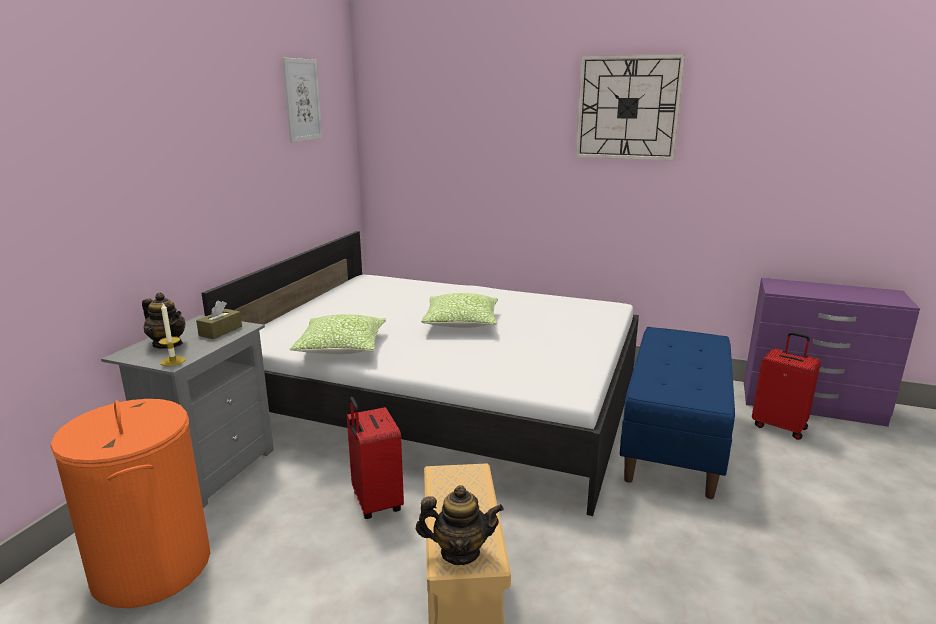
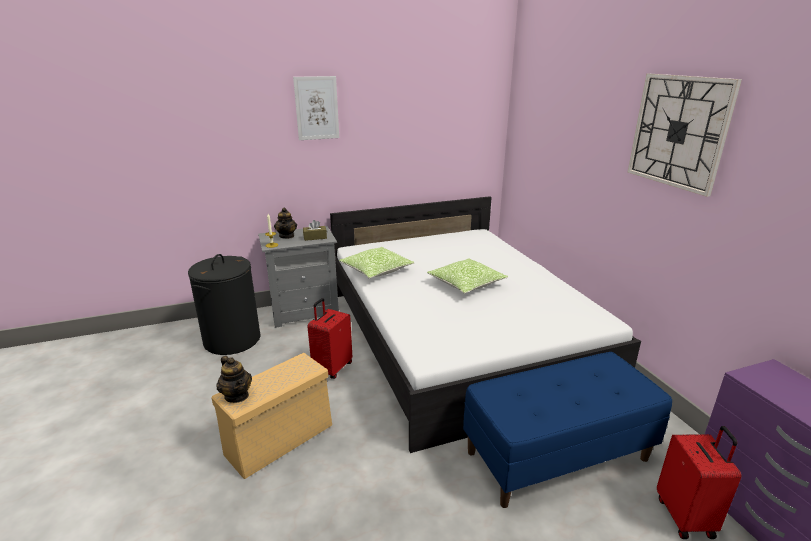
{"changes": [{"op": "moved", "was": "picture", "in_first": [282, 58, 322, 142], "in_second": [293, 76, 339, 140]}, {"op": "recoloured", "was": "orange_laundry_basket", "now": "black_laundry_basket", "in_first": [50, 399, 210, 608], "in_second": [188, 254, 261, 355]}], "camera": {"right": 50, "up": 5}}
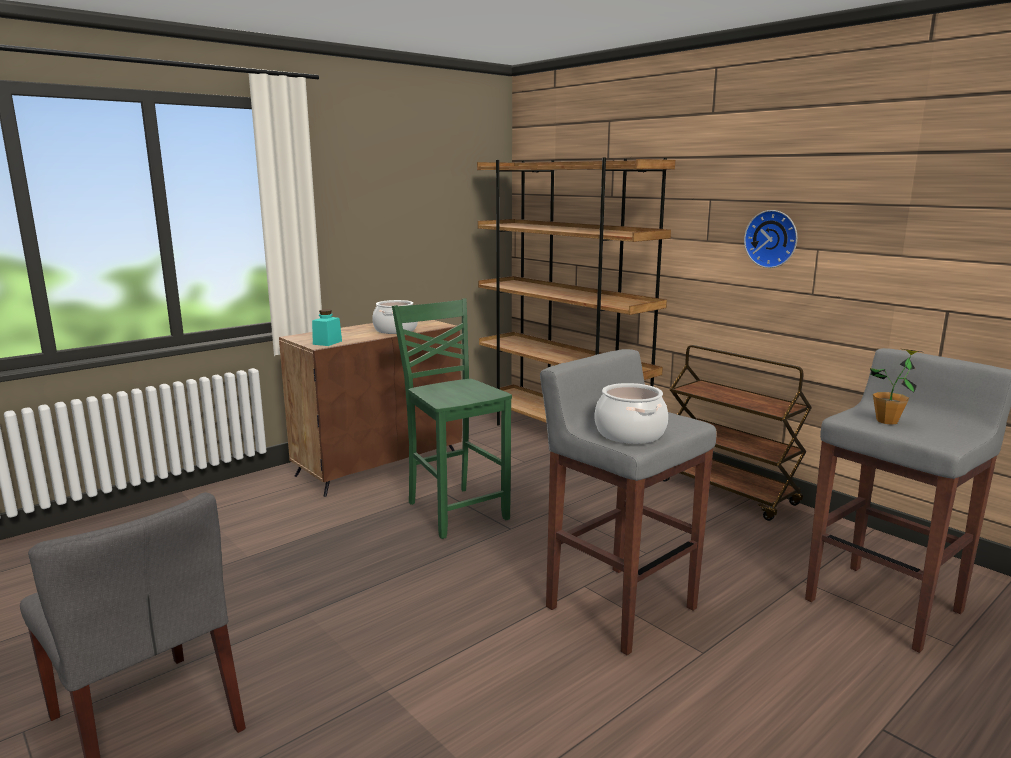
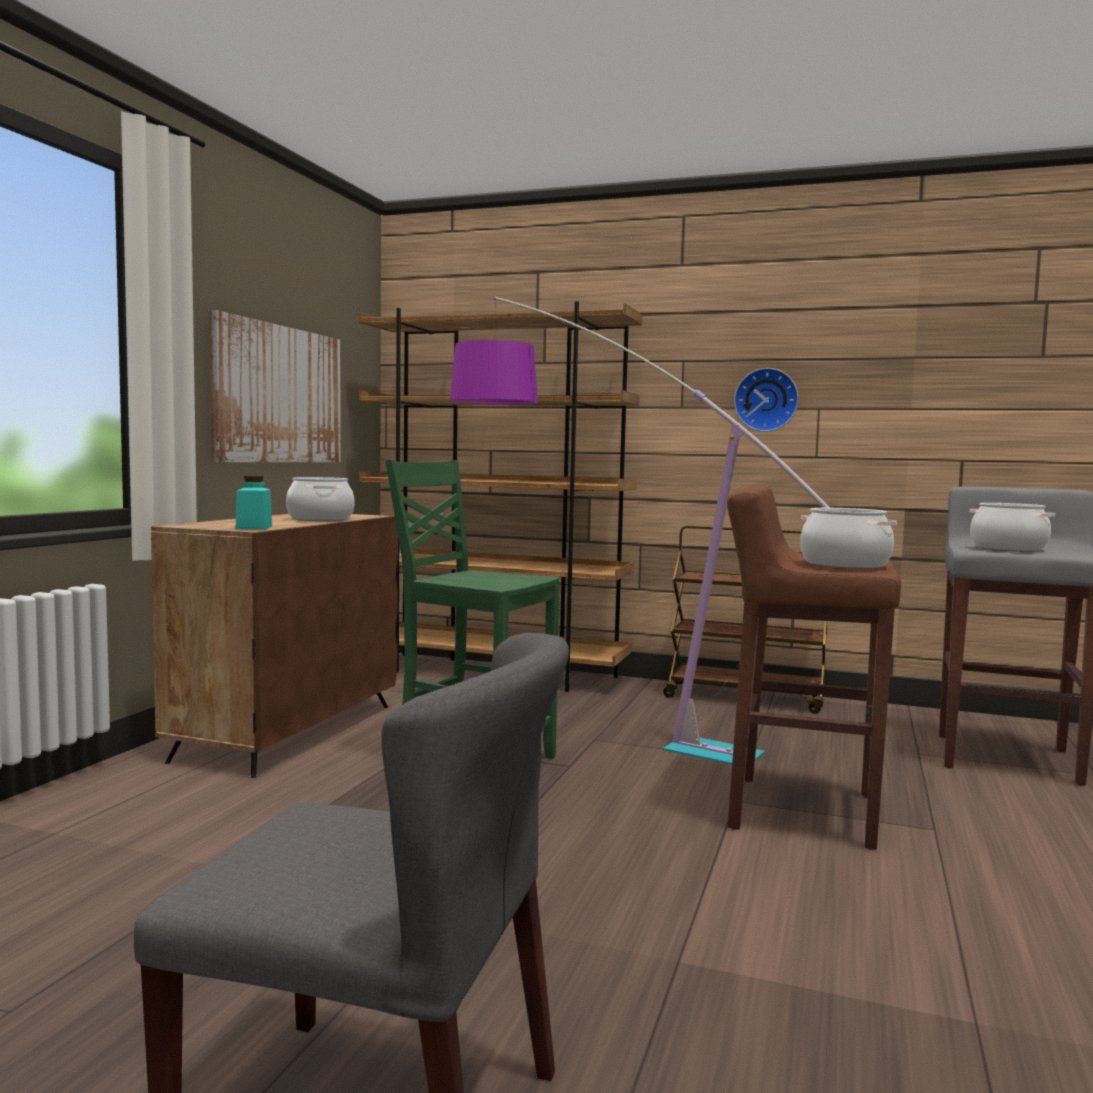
{"changes": [{"op": "added", "now": "picture", "in_second": [209, 310, 340, 462]}, {"op": "added", "now": "floor_lamp", "in_second": [450, 297, 830, 765]}, {"op": "replaced", "was": "potted_plant", "now": "cooking_pot", "in_first": [870, 349, 921, 425], "in_second": [969, 503, 1055, 552]}, {"op": "recoloured", "was": "grey_stool", "now": "brown_stool", "in_first": [540, 349, 717, 655], "in_second": [727, 486, 901, 850]}], "camera": {"right": -30, "up": -10}}
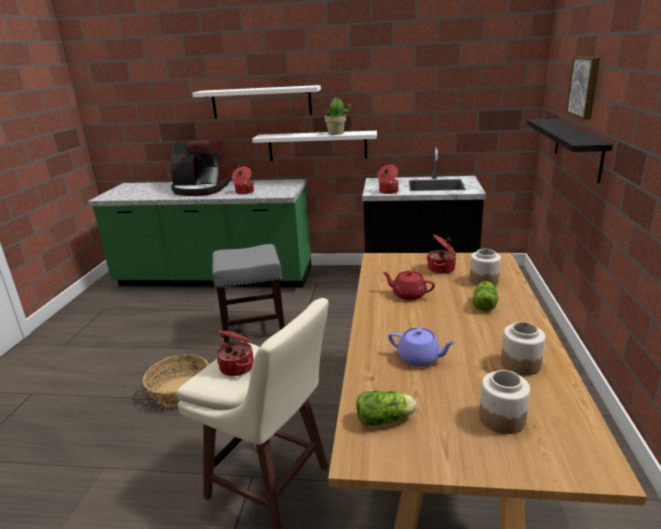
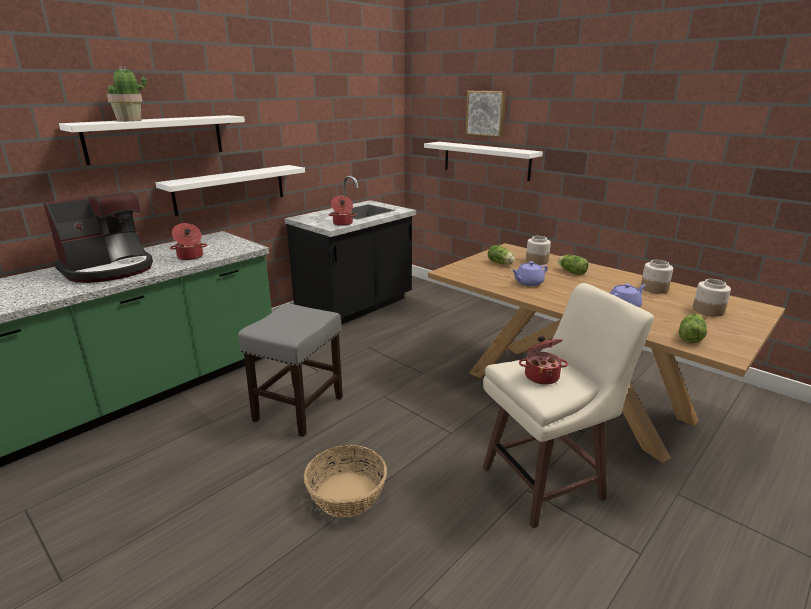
{"changes": [{"op": "moved", "was": "potted_plant", "in_first": [325, 97, 351, 135], "in_second": [107, 66, 147, 122]}, {"op": "replaced", "was": "cooking_pot", "now": "lettuce", "in_first": [427, 234, 456, 274], "in_second": [487, 245, 515, 264]}, {"op": "recoloured", "was": "red_teapot", "now": "purple_teapot", "in_first": [382, 270, 435, 300], "in_second": [512, 261, 548, 286]}, {"op": "recoloured", "was": "black_shelf", "now": "white_shelf", "in_first": [527, 119, 613, 183], "in_second": [424, 142, 543, 181]}], "camera": {"right": -55, "up": 0}}
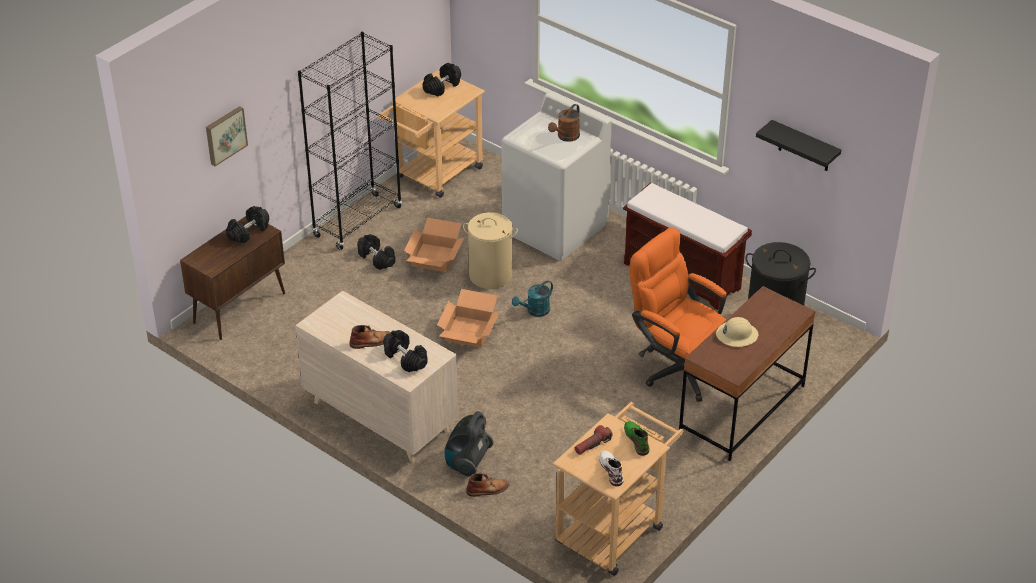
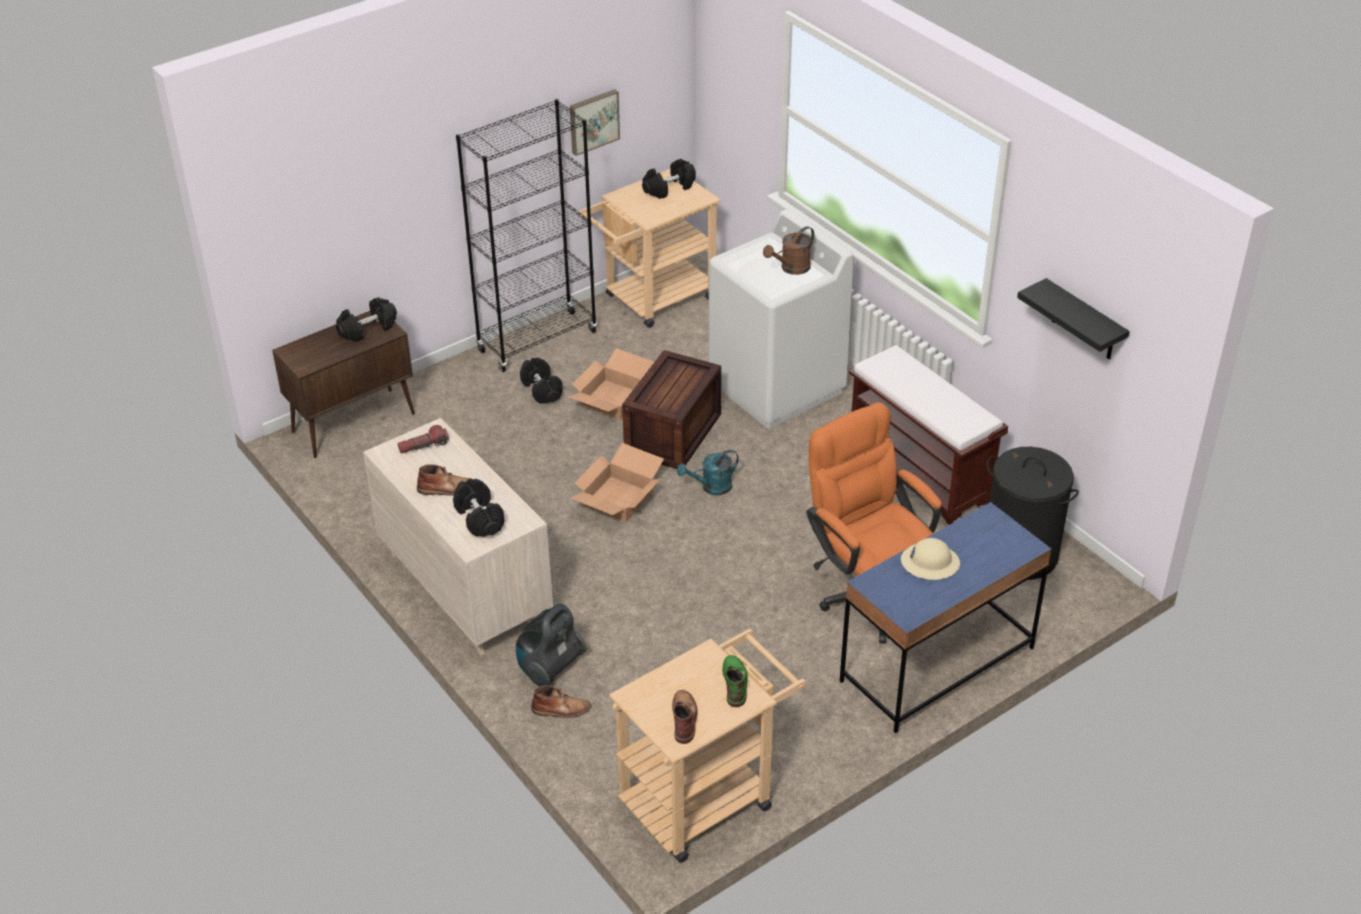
{"changes": [{"op": "moved", "was": "picture", "in_first": [206, 106, 248, 166], "in_second": [570, 89, 620, 156]}, {"op": "moved", "was": "flashlight", "in_first": [574, 425, 612, 455], "in_second": [398, 425, 449, 454]}, {"op": "replaced", "was": "beige_laundry_basket", "now": "crate", "in_first": [463, 212, 518, 289], "in_second": [622, 350, 721, 469]}, {"op": "recoloured", "was": "white_boot", "now": "brown_boot", "in_first": [599, 451, 624, 486], "in_second": [672, 690, 698, 744]}, {"op": "recoloured", "was": "brown_desk", "now": "blue_desk", "in_first": [679, 286, 816, 461], "in_second": [840, 502, 1052, 733]}], "camera": {"right": 15, "up": 0}}
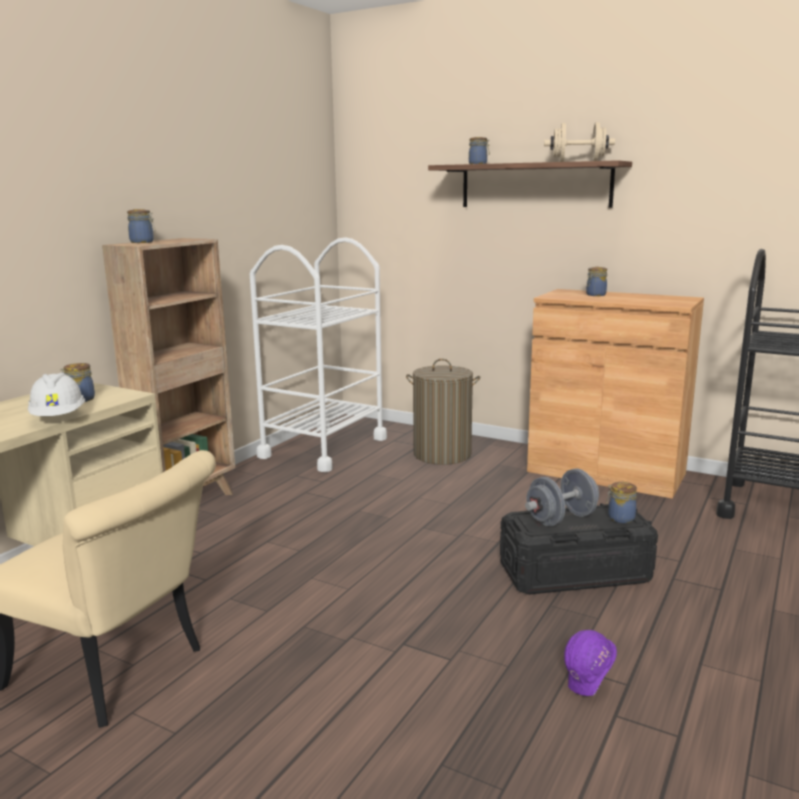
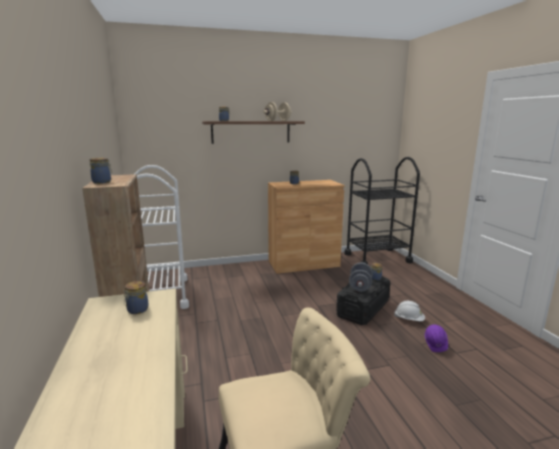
{"changes": [{"op": "removed", "was": "laundry_basket", "in_first": [406, 359, 480, 465]}, {"op": "moved", "was": "white_hard_hat", "in_first": [28, 372, 85, 416], "in_second": [394, 301, 425, 321]}], "camera": {"right": -45, "up": 0}}
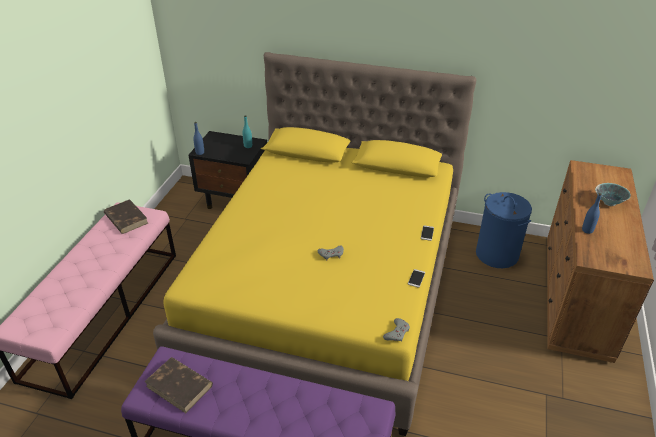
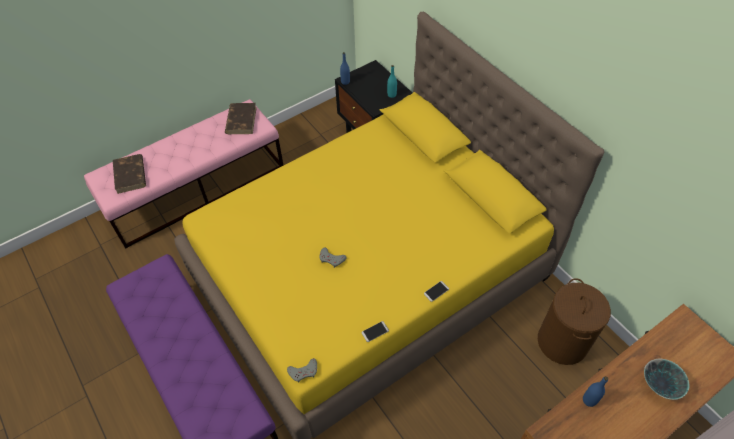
{"changes": [{"op": "moved", "was": "brown_book", "in_first": [144, 357, 213, 413], "in_second": [113, 154, 146, 194]}, {"op": "recoloured", "was": "blue_laundry_basket", "now": "brown_laundry_basket", "in_first": [476, 192, 532, 268], "in_second": [538, 278, 611, 365]}], "camera": {"right": 40, "up": 15}}
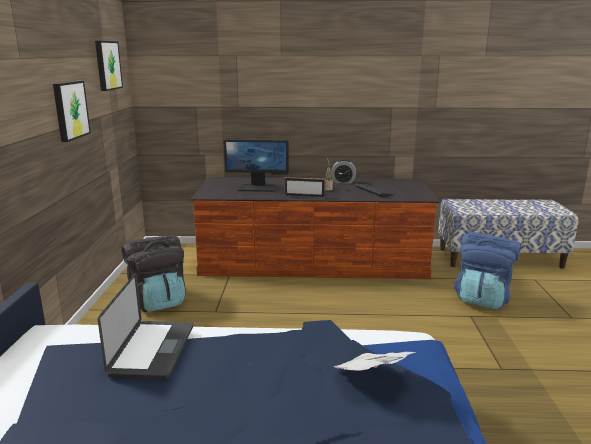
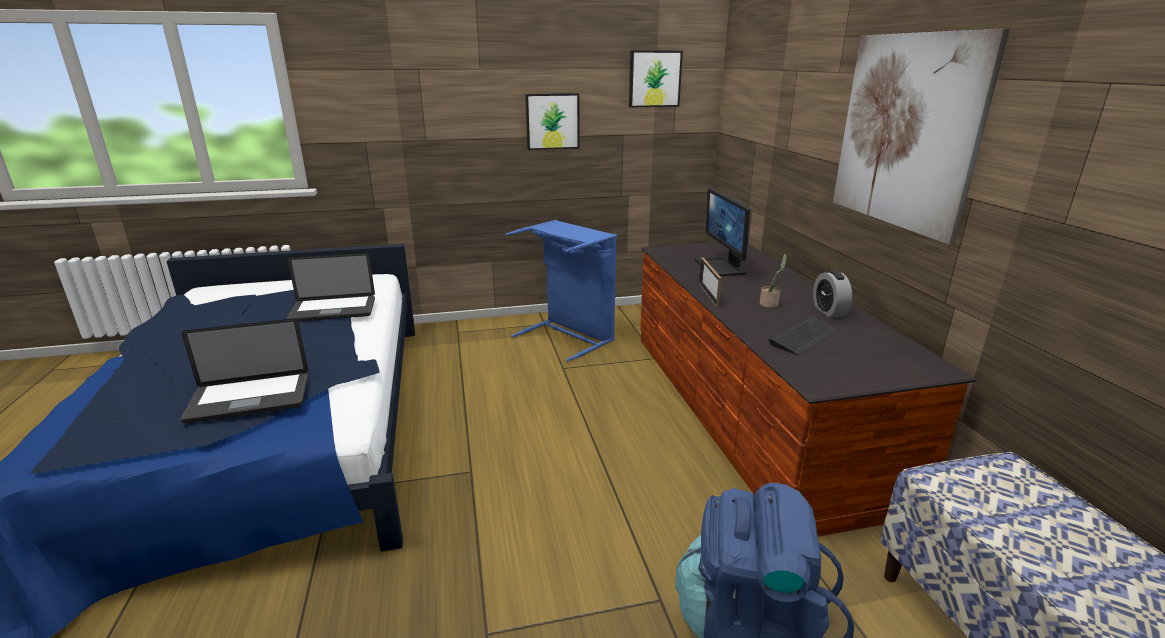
{"changes": [{"op": "added", "now": "picture", "in_second": [833, 28, 1010, 245]}, {"op": "replaced", "was": "black_backpack", "now": "blue_laundry_basket", "in_first": [122, 235, 186, 312], "in_second": [506, 220, 617, 362]}, {"op": "replaced", "was": "newspaper", "now": "laptop", "in_first": [333, 352, 416, 370], "in_second": [180, 319, 309, 423]}], "camera": {"right": 75, "up": 5}}
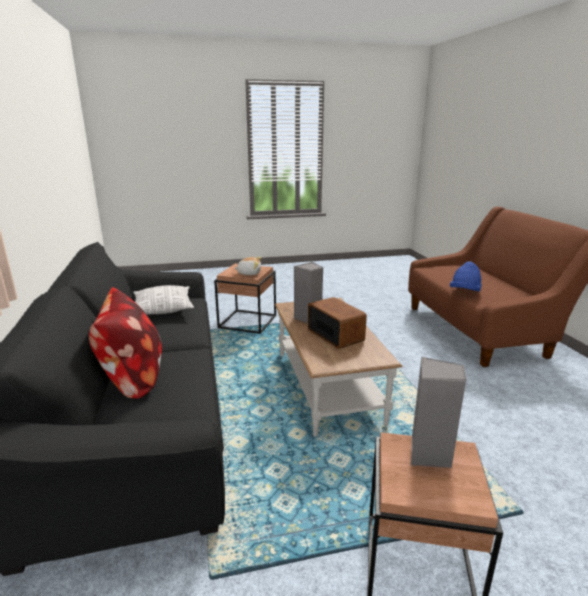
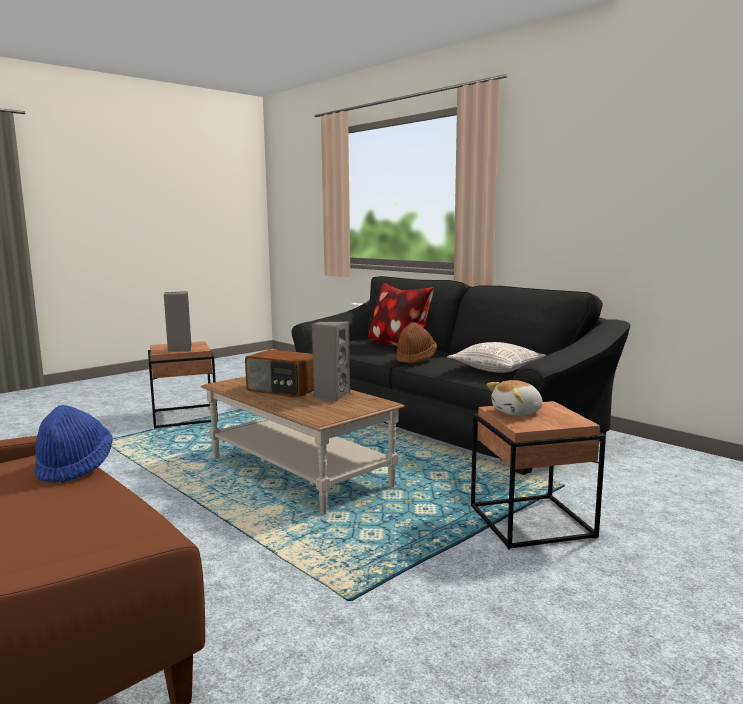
{"changes": [{"op": "added", "now": "brown_hat", "in_second": [396, 323, 437, 364]}], "camera": {"right": 150, "up": -10}}
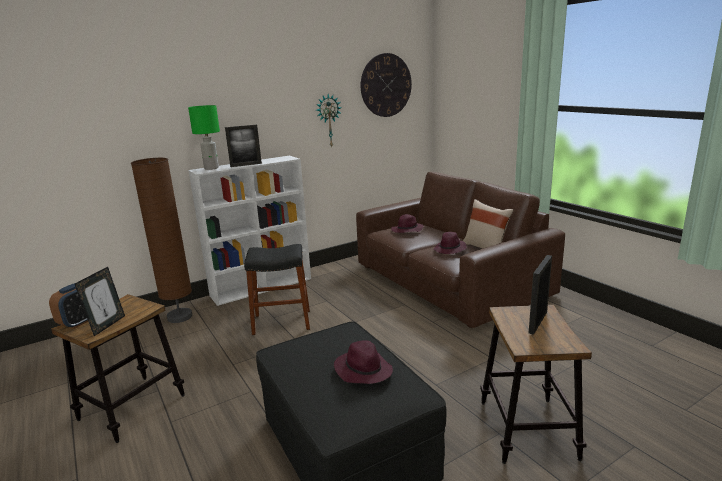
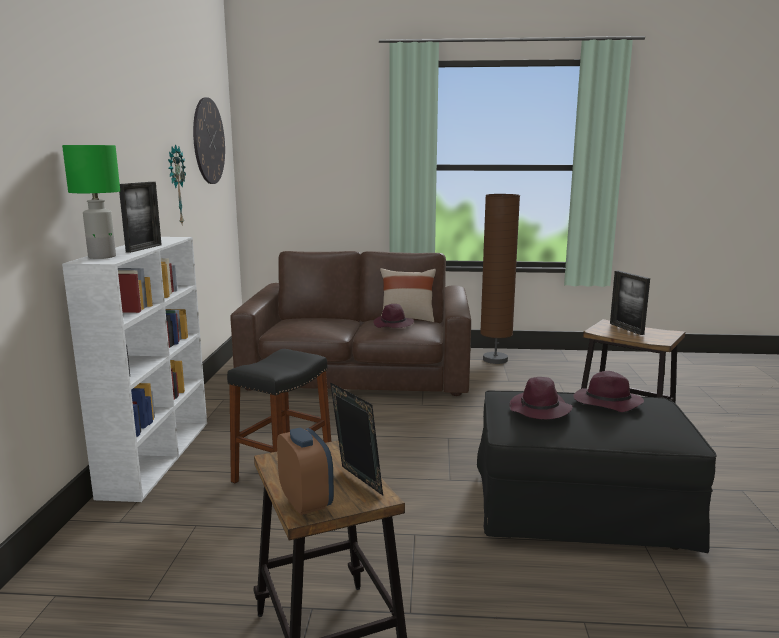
{"changes": [{"op": "moved", "was": "brown_floor_lamp", "in_first": [131, 158, 192, 323], "in_second": [480, 194, 520, 364]}, {"op": "moved", "was": "purple_hat", "in_first": [391, 214, 424, 233], "in_second": [510, 377, 573, 419]}], "camera": {"right": -55, "up": -5}}
